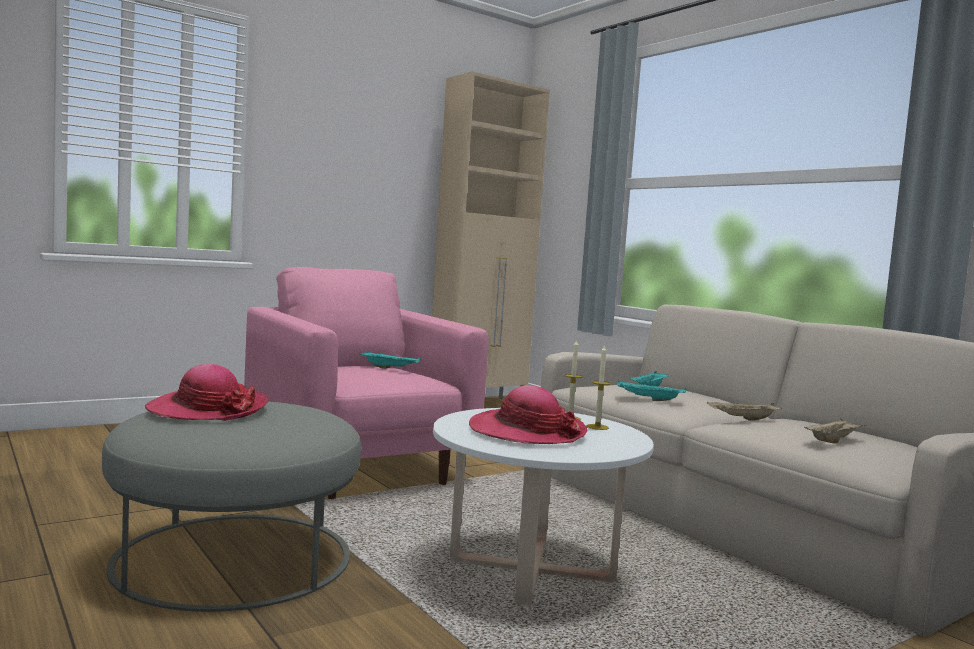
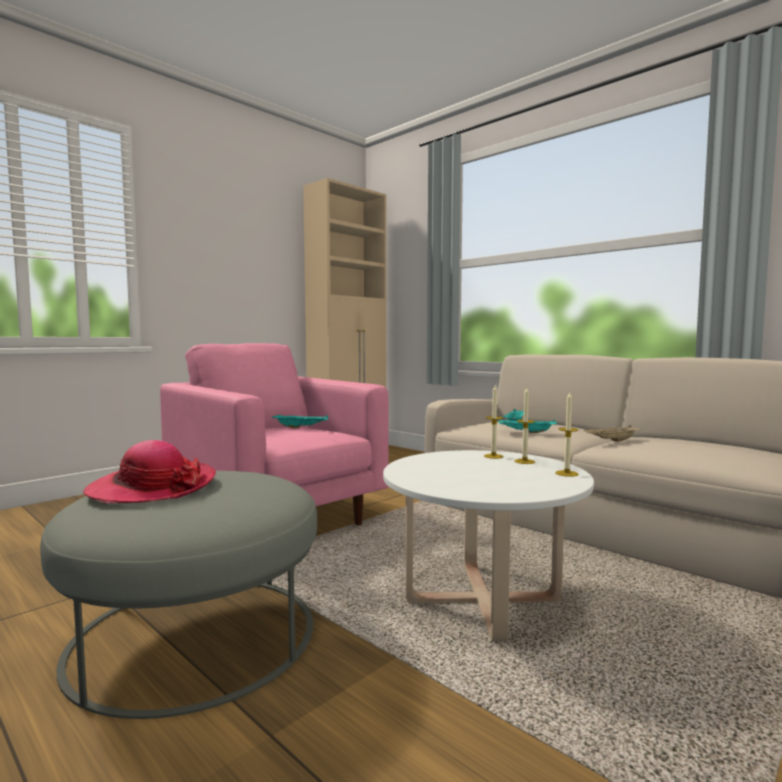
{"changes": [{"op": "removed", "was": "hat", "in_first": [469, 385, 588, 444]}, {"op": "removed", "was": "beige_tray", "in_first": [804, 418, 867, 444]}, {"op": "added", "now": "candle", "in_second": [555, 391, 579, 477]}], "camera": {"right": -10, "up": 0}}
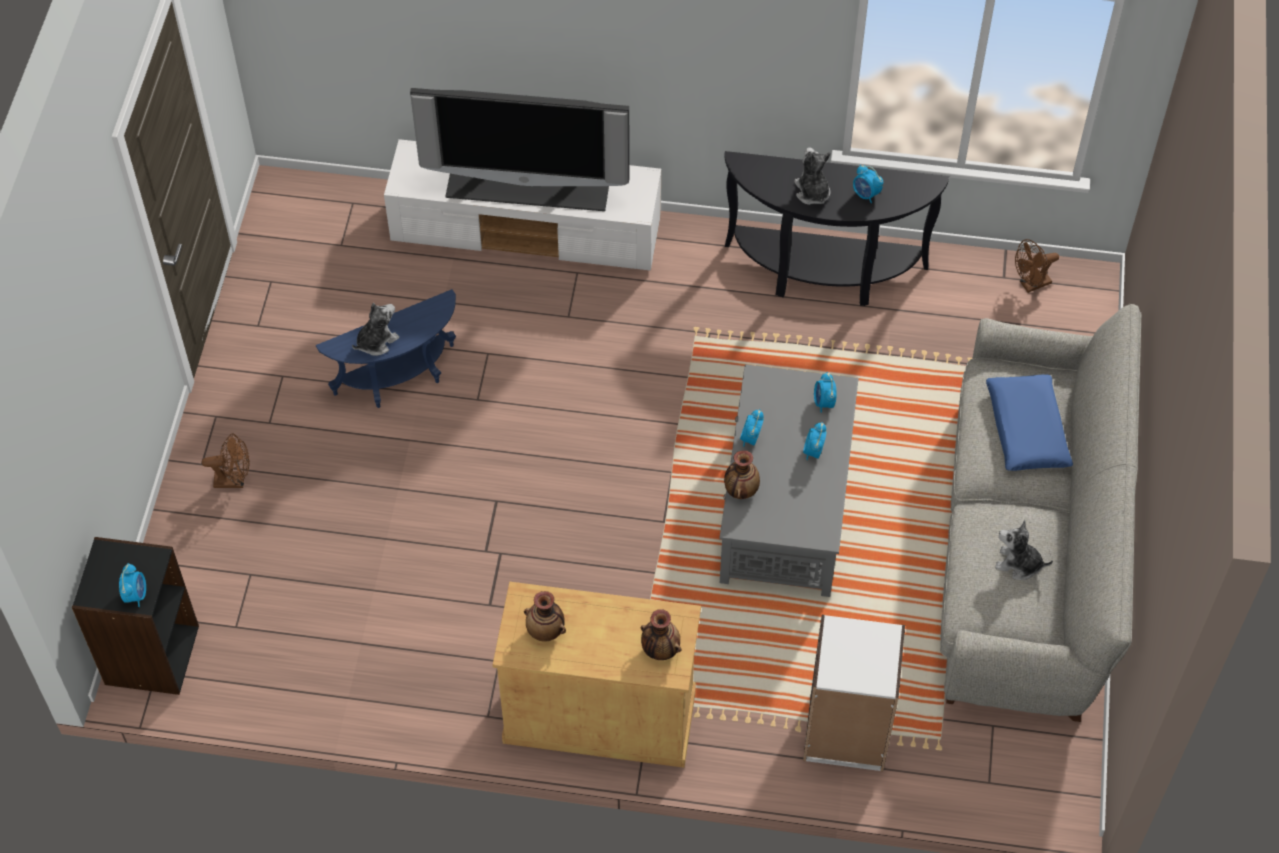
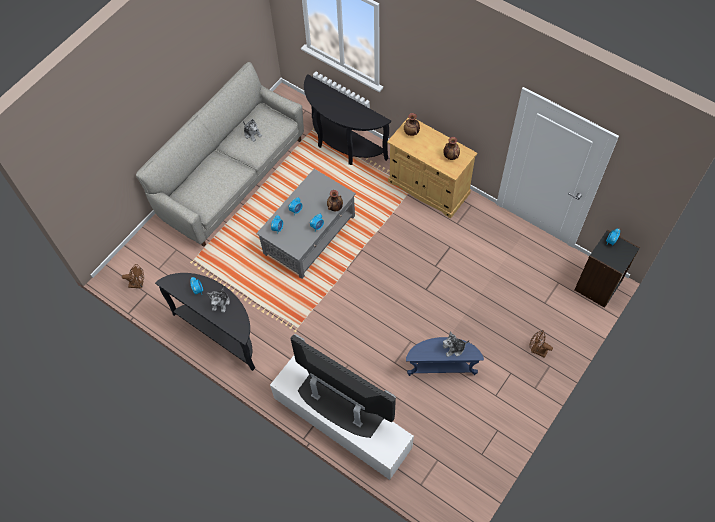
{"changes": [{"op": "removed", "was": "blue_pillow", "in_first": [986, 374, 1073, 471]}, {"op": "replaced", "was": "white_bookcase", "now": "black_console_table", "in_first": [803, 615, 905, 772], "in_second": [304, 74, 391, 165]}], "camera": {"right": -150, "up": 5}}
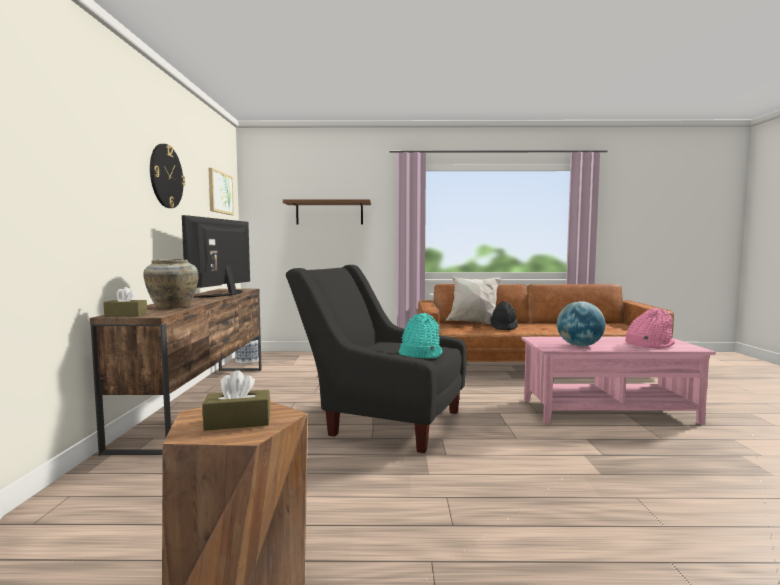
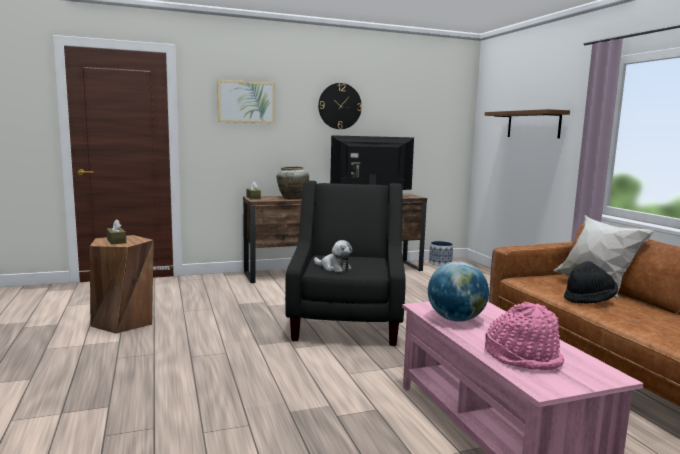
{"changes": [{"op": "moved", "was": "picture", "in_first": [209, 168, 234, 215], "in_second": [217, 80, 275, 124]}, {"op": "replaced", "was": "turquoise_hat", "now": "plush_toy", "in_first": [399, 313, 442, 359], "in_second": [314, 240, 353, 272]}], "camera": {"right": 70, "up": 5}}
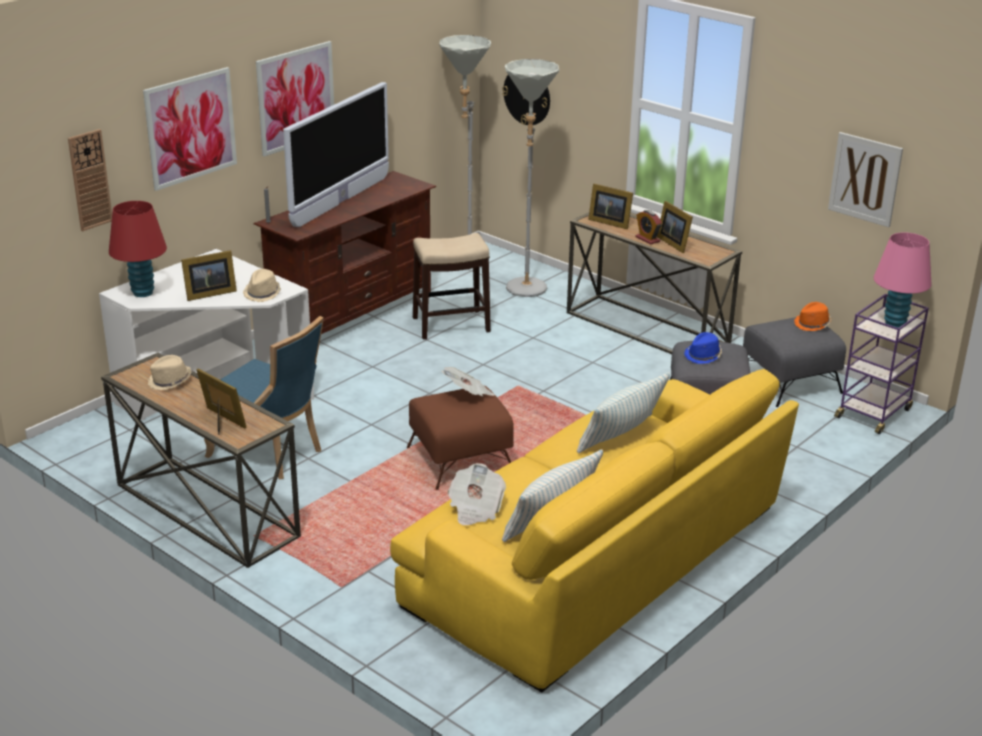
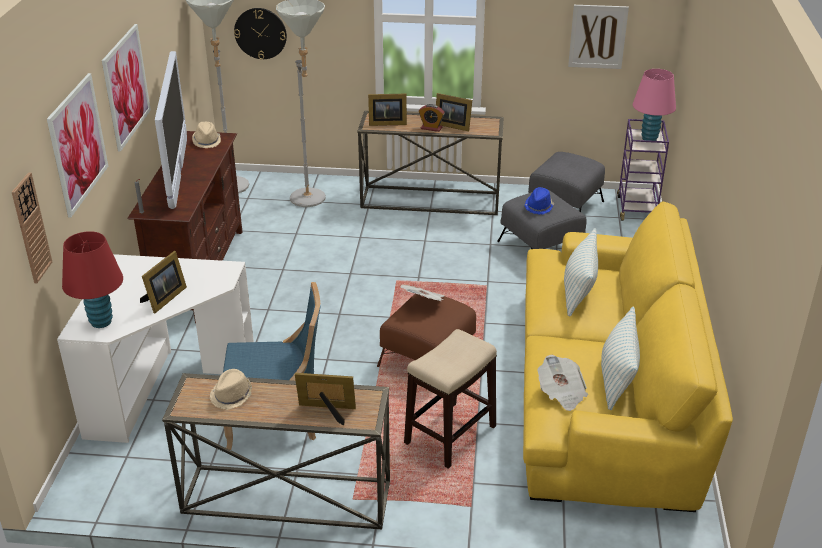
{"changes": [{"op": "removed", "was": "orange_hat", "in_first": [794, 302, 831, 331]}, {"op": "moved", "was": "beige_hat", "in_first": [243, 269, 281, 302], "in_second": [192, 122, 221, 148]}, {"op": "moved", "was": "stool", "in_first": [413, 233, 491, 340], "in_second": [404, 329, 497, 469]}], "camera": {"right": -35, "up": 5}}
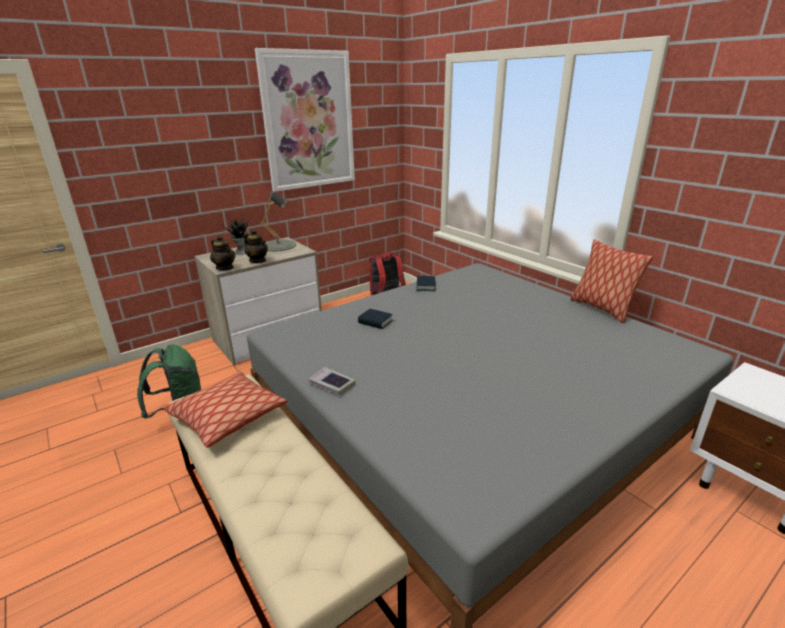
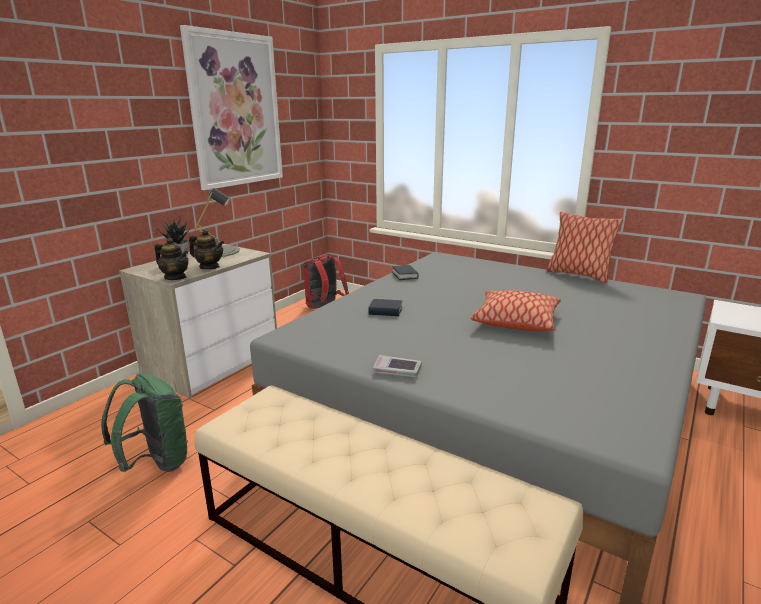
{"changes": [{"op": "moved", "was": "pillow", "in_first": [164, 371, 287, 447], "in_second": [471, 290, 561, 331]}], "camera": {"right": -20, "up": -5}}
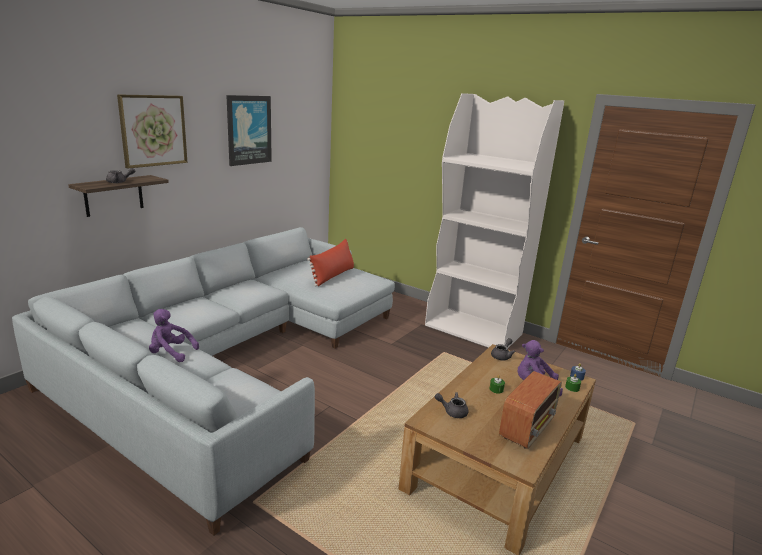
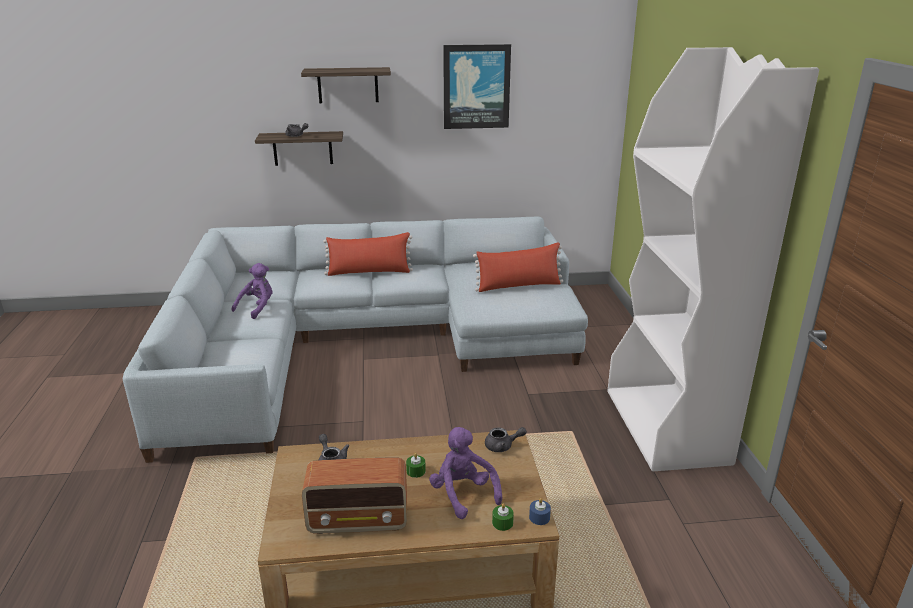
{"changes": [{"op": "added", "now": "red_pillow", "in_second": [323, 232, 413, 276]}, {"op": "replaced", "was": "picture", "now": "shelf", "in_first": [117, 94, 188, 168], "in_second": [301, 67, 391, 103]}, {"op": "turned", "was": "purple_plush_toy", "in_first": [149, 309, 199, 362], "in_second": [232, 263, 272, 319], "clockwise": 60}], "camera": {"right": 50, "up": 5}}
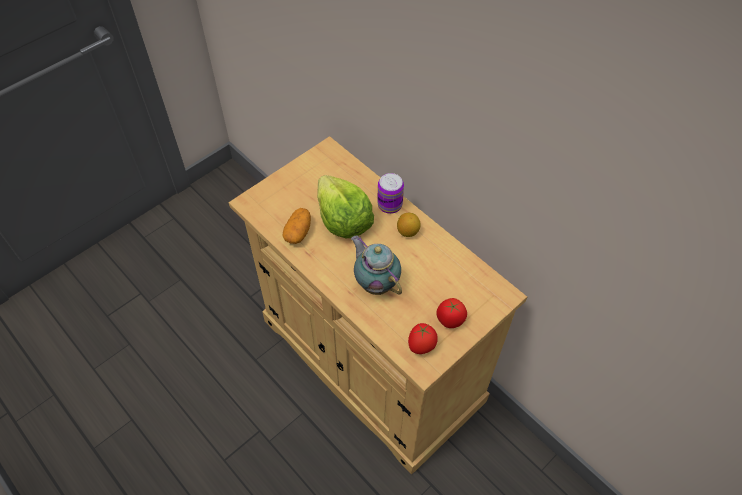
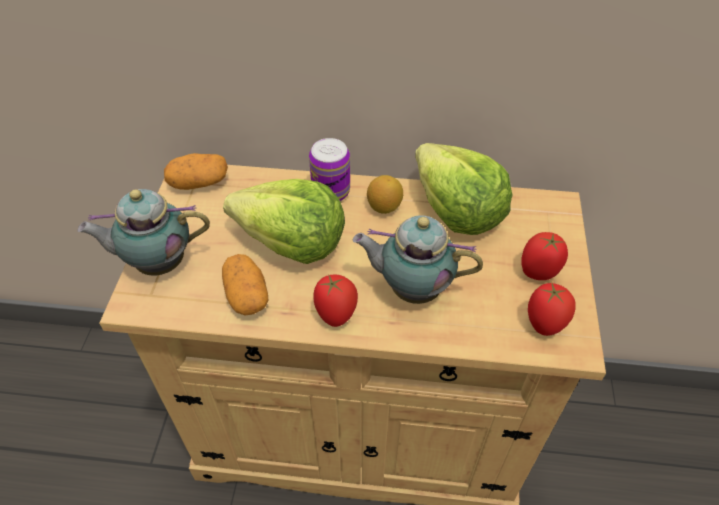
{"changes": [{"op": "added", "now": "teapot", "in_second": [78, 189, 210, 275]}, {"op": "added", "now": "potato", "in_second": [164, 153, 228, 190]}, {"op": "added", "now": "tomato", "in_second": [313, 274, 358, 327]}, {"op": "added", "now": "lettuce", "in_second": [415, 143, 513, 235]}], "camera": {"right": -40, "up": -5}}
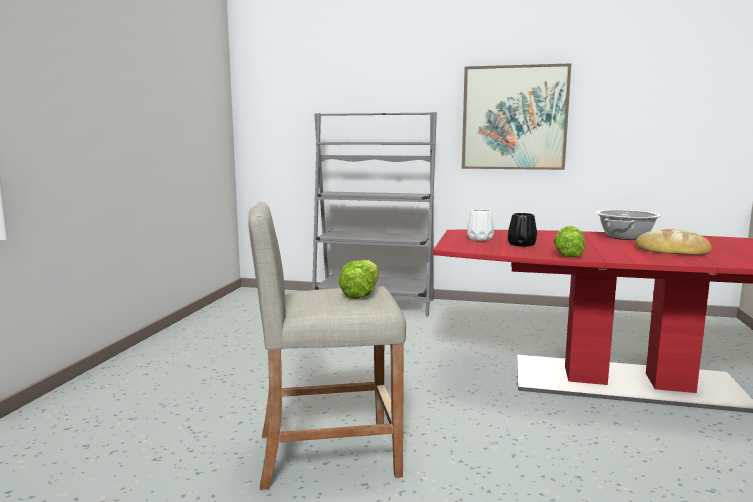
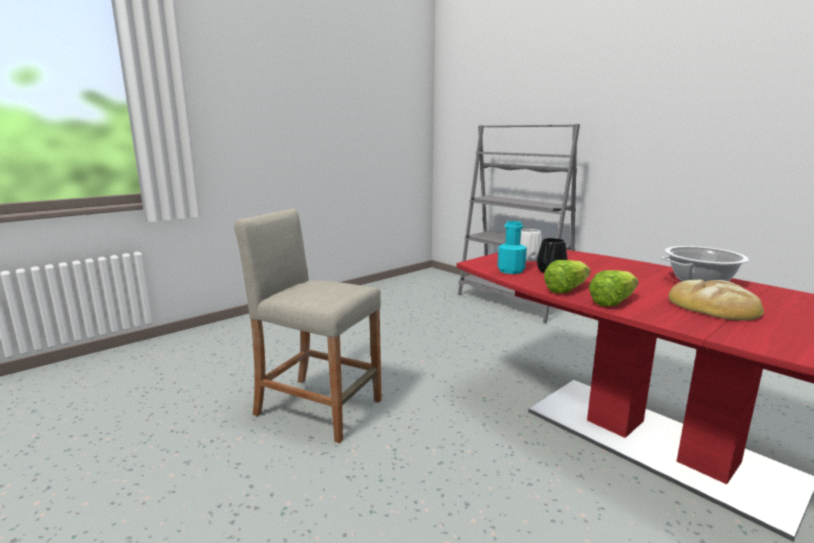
{"changes": [{"op": "removed", "was": "picture", "in_first": [462, 63, 571, 170]}, {"op": "added", "now": "turquoise_bottle", "in_second": [497, 221, 527, 274]}, {"op": "moved", "was": "lettuce", "in_first": [339, 260, 378, 299], "in_second": [589, 270, 638, 306]}], "camera": {"right": 35, "up": 5}}
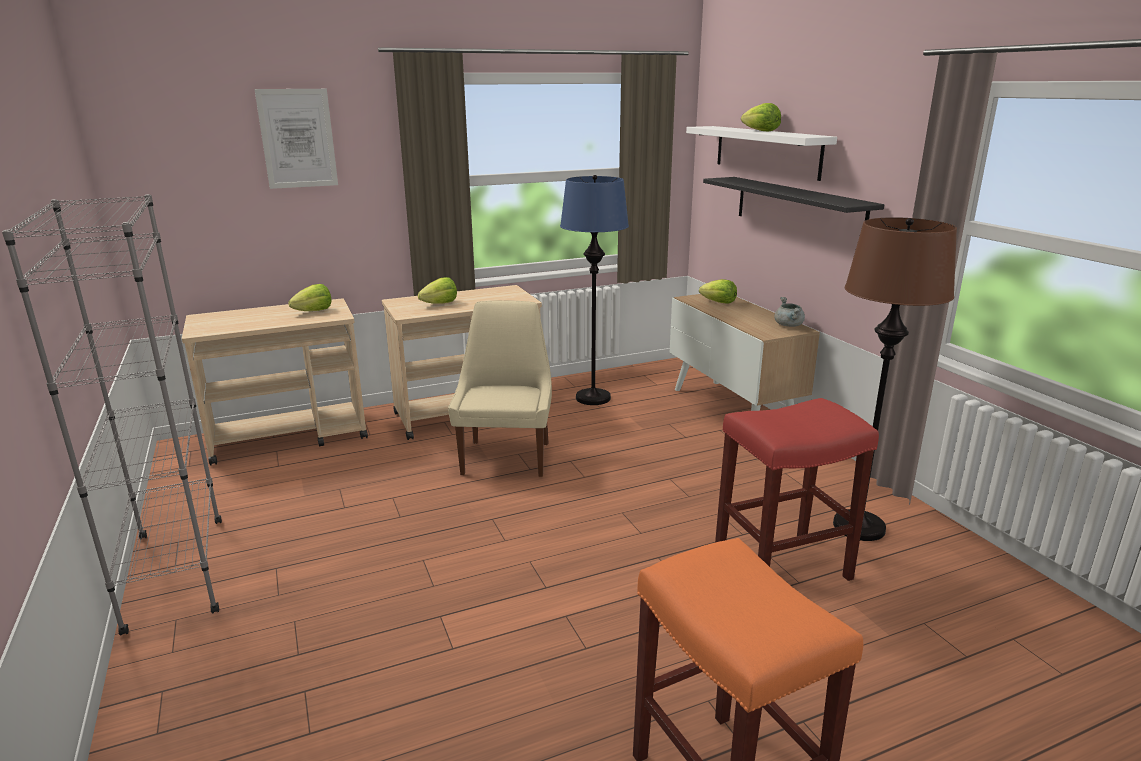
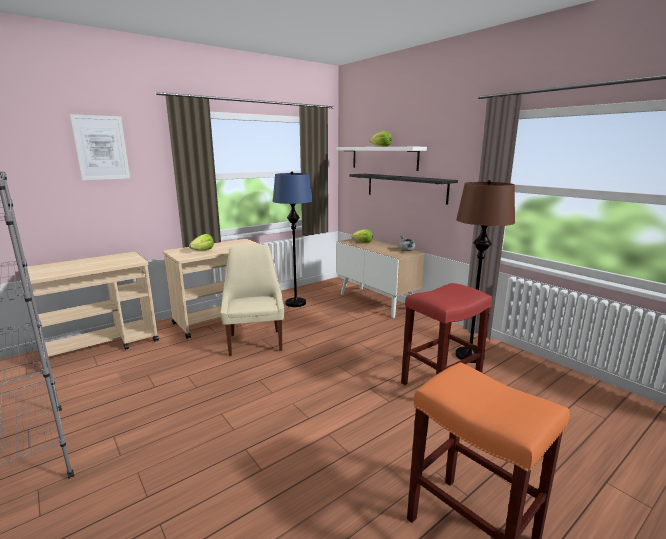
{"changes": [{"op": "removed", "was": "lettuce", "in_first": [289, 284, 332, 311]}], "camera": {"right": -15, "up": -5}}
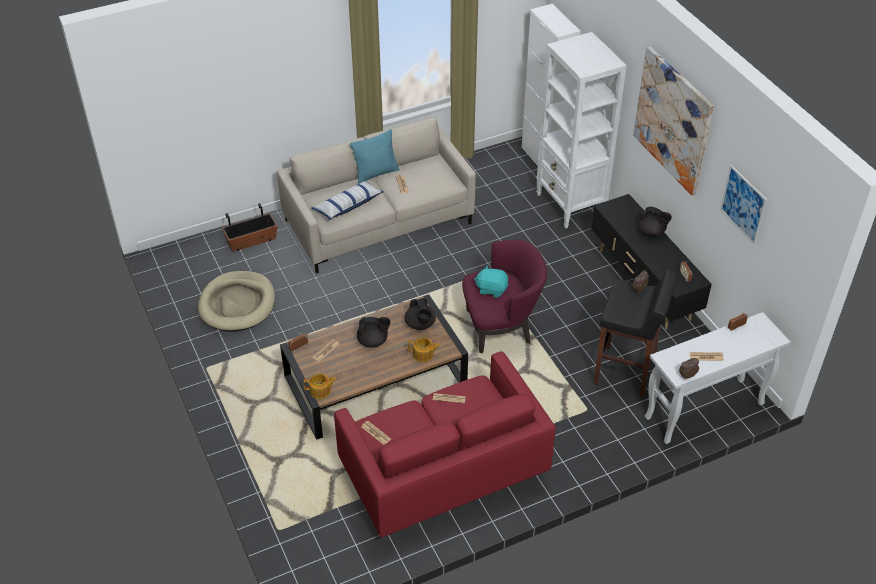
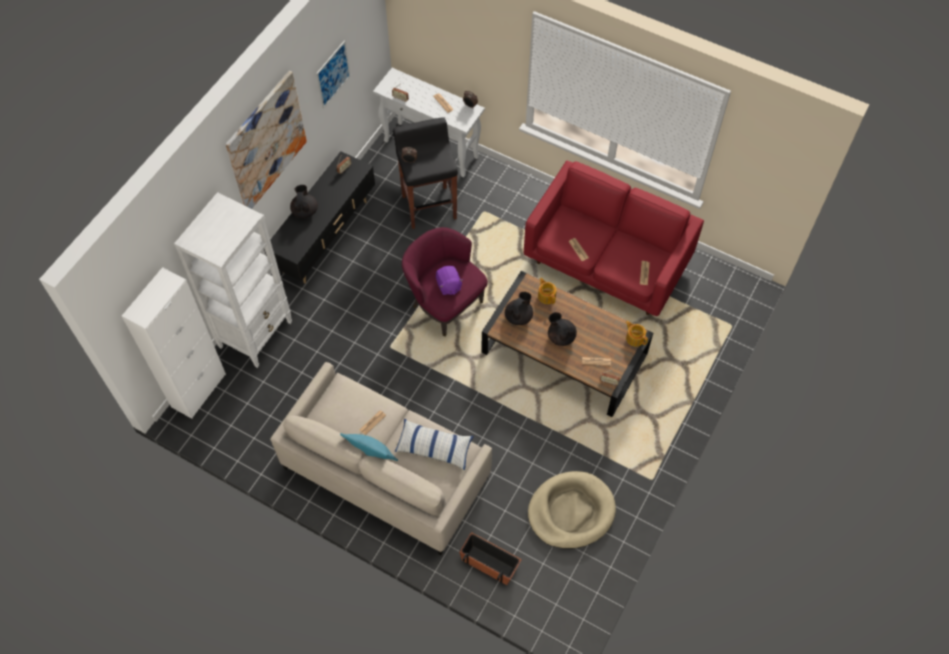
{"changes": [{"op": "recoloured", "was": "turquoise_plush_toy", "now": "purple_plush_toy", "in_first": [474, 266, 508, 298], "in_second": [436, 266, 463, 295]}], "camera": {"right": -125, "up": 15}}
